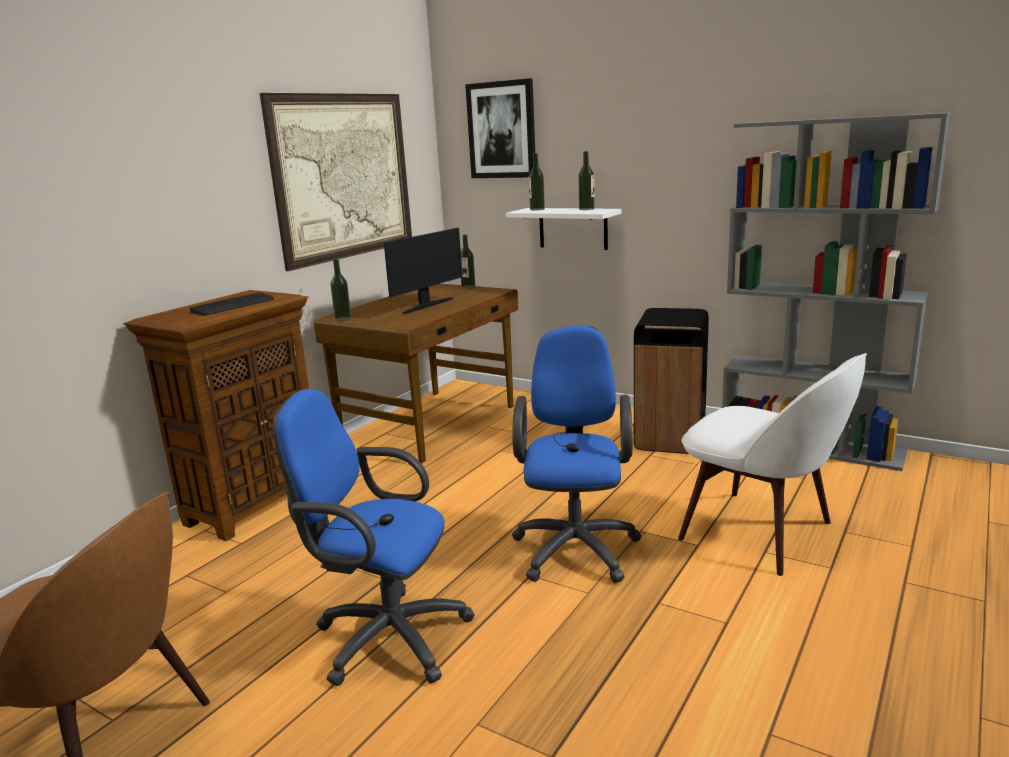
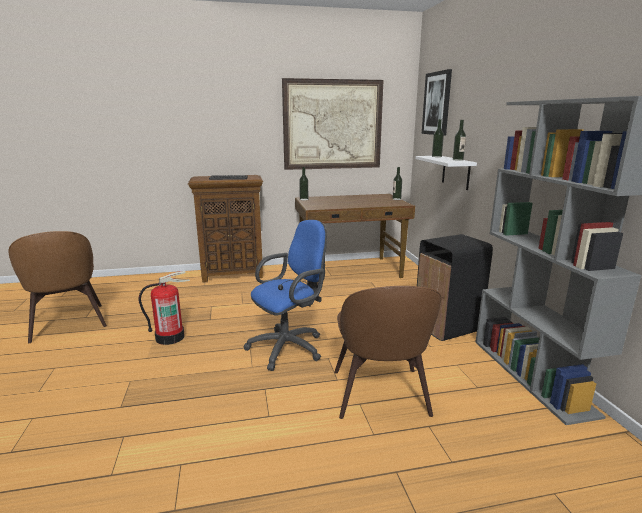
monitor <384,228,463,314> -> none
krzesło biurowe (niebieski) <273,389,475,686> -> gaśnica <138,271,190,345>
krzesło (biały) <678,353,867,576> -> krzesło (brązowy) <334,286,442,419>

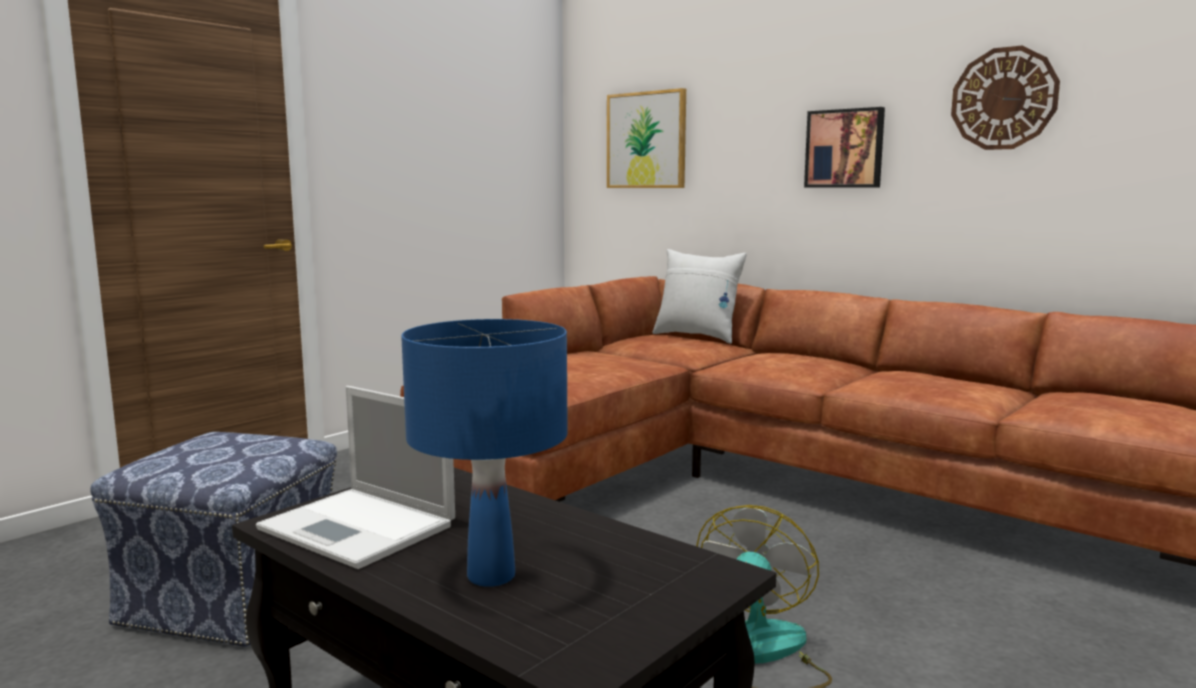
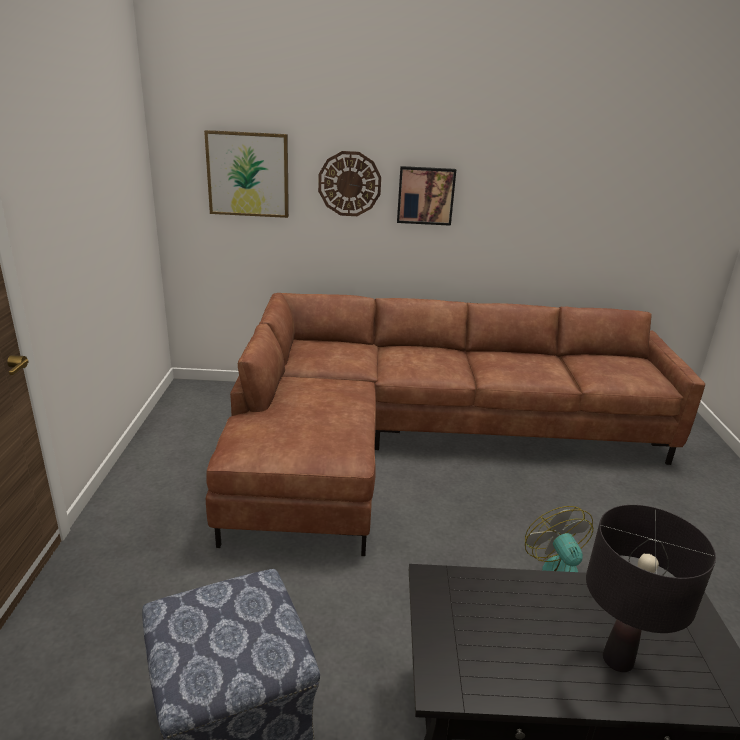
laptop <256,386,455,569> -> none
poduszka (szary) <652,249,747,344> -> none
zegar ścienny <951,46,1060,150> -> zegar ścienny <318,151,381,216>, moved
lampa stołowa (niebieski) <401,319,568,587> -> lampa stołowa (czarny) <586,505,716,672>

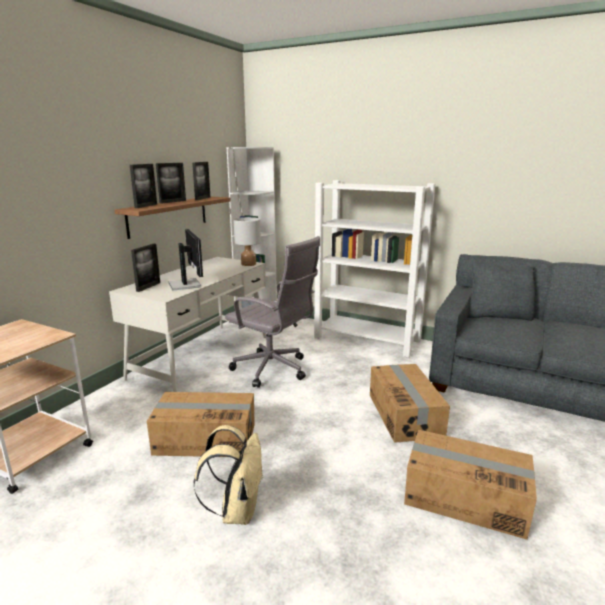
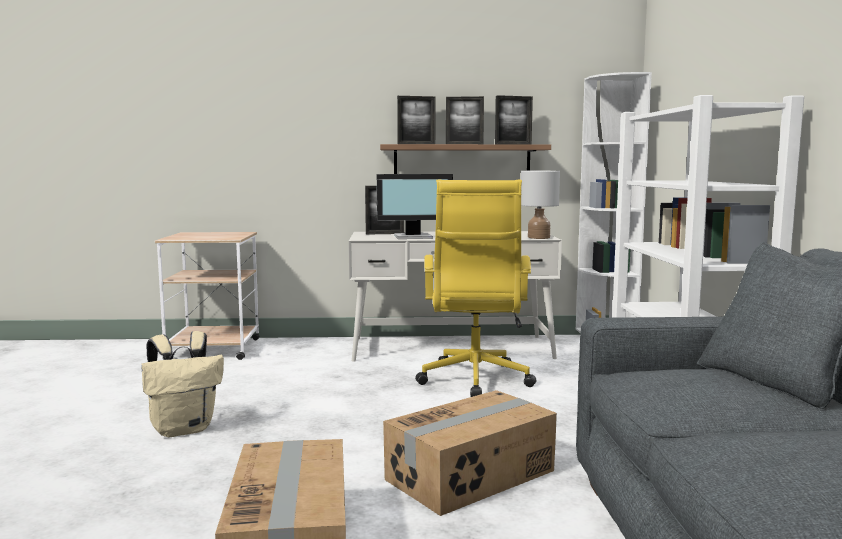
karton <147,392,255,457> -> none
krzesło biurowe (szary) <225,236,320,388> -> krzesło biurowe (żółty) <415,179,537,397>
monitor <168,229,203,291> -> monitor <377,174,453,239>, 45 degrees clockwise

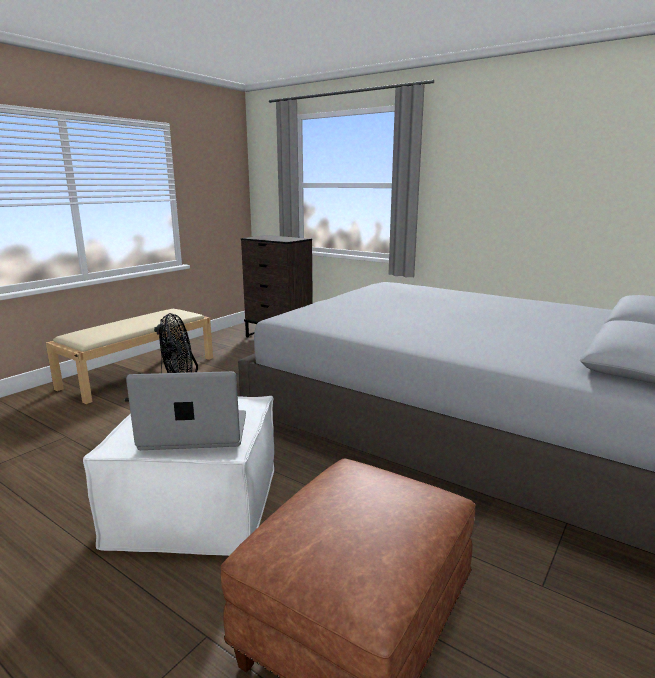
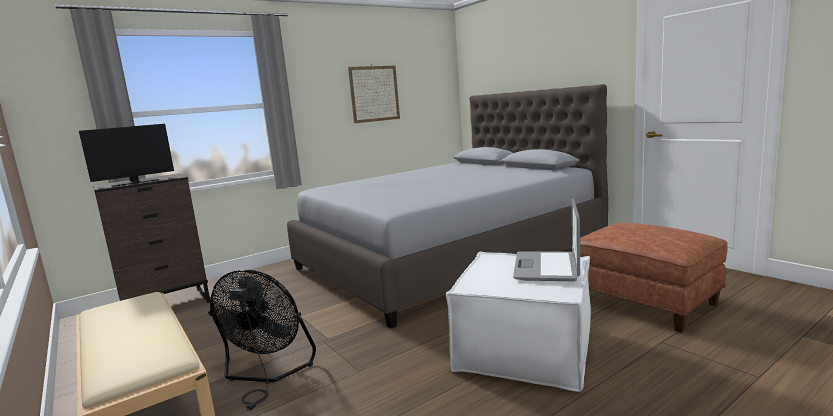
none -> monitor <79,124,174,187>
none -> obraz <348,64,400,123>

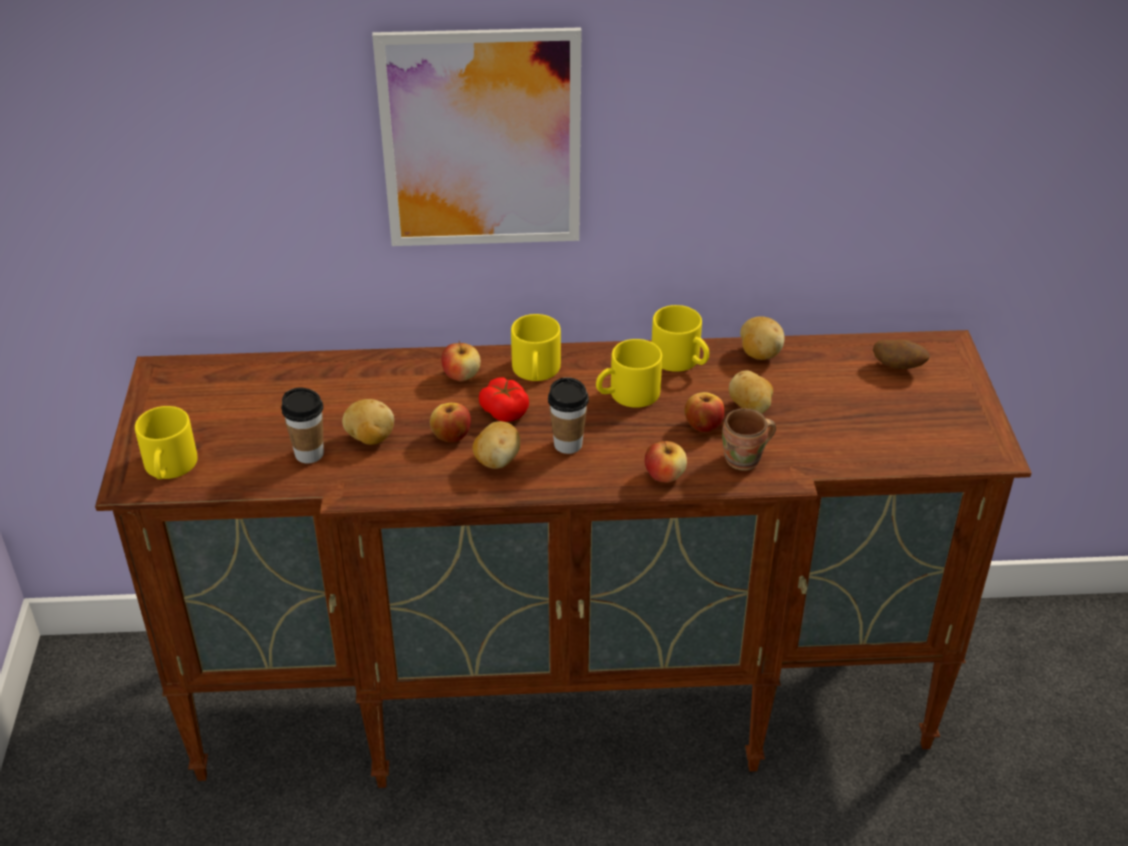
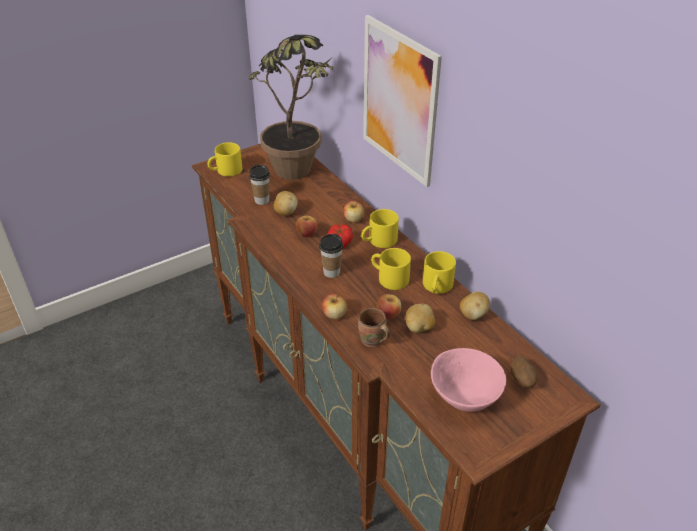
ziemniak <473,421,520,469> -> none
none -> roślina doniczkowa <249,34,334,180>
none -> miska (różowy) <431,348,506,412>

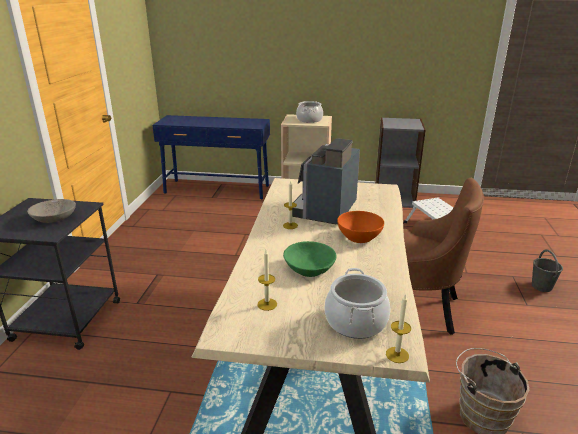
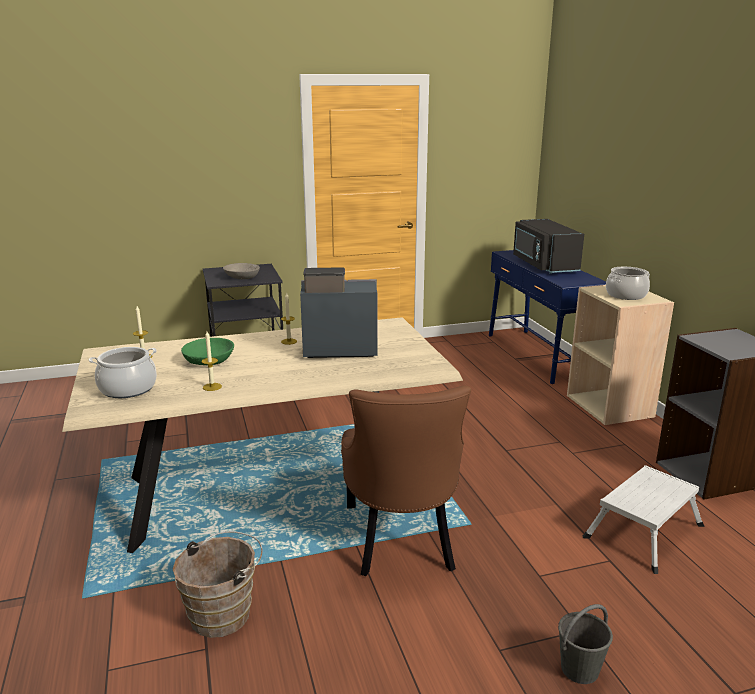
miska (pomarańczowy) <337,211,384,243> -> none
none -> mikrofalówka (czarny) <513,219,584,274>
świeca <386,295,411,363> -> świeca <202,331,222,391>, moved

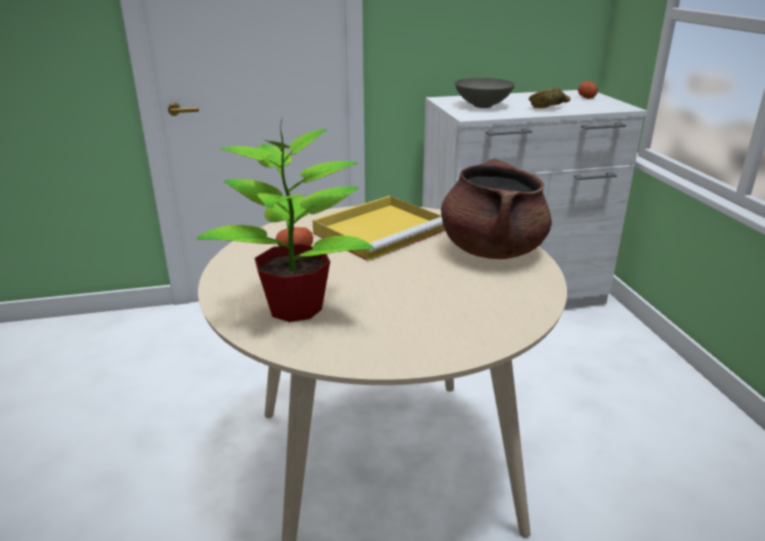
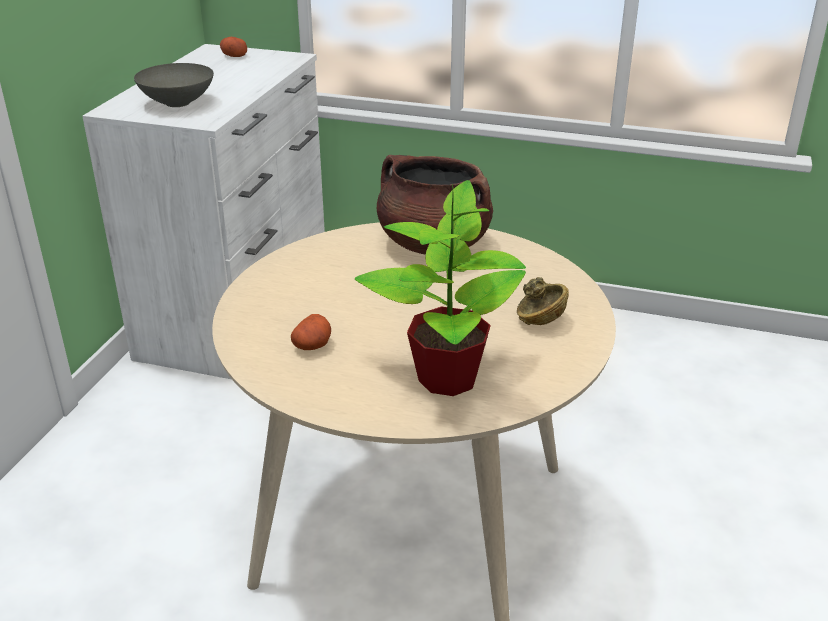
taca (żółty) <313,196,445,261> -> none
miska (brązowy) <529,87,570,108> -> miska (brązowy) <517,277,569,325>, moved

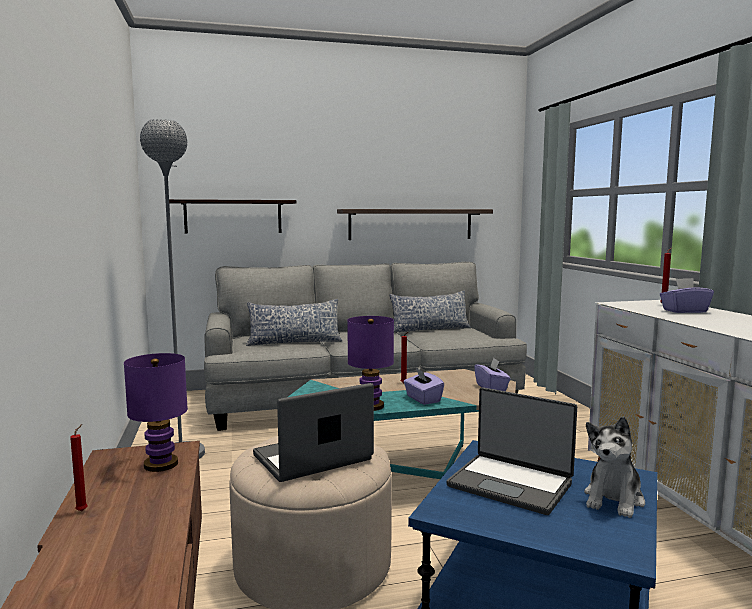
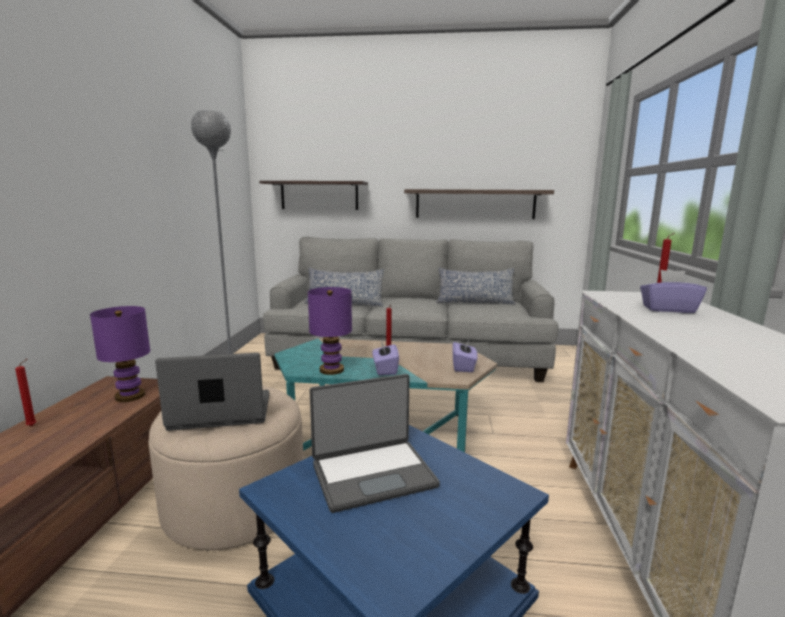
pluszak <584,417,645,518> -> none
laptop <447,387,577,515> -> laptop <310,374,440,513>, 75 degrees counterclockwise

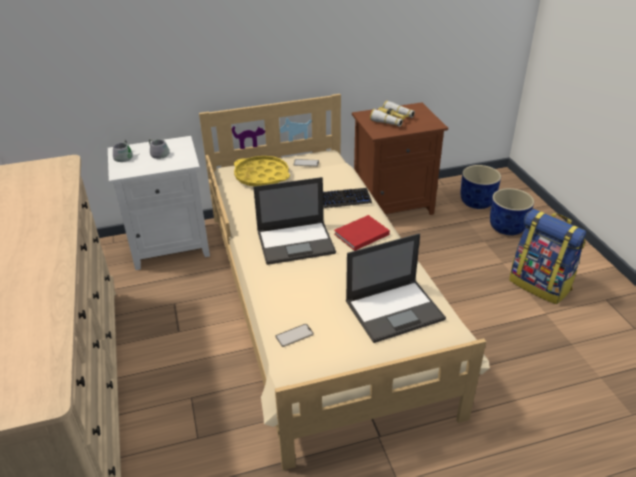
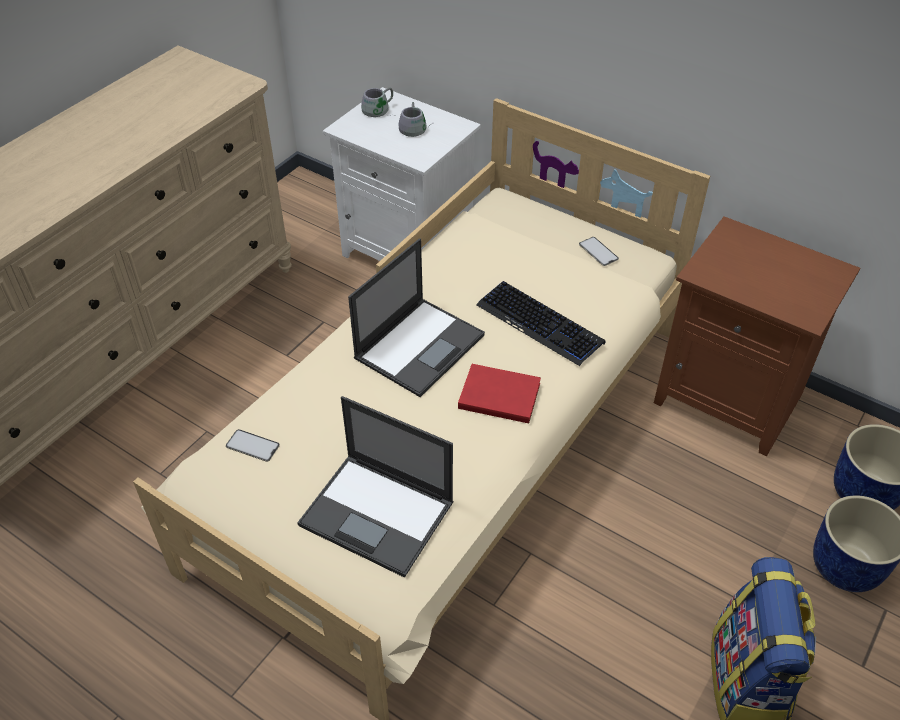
taca (żółty) <234,156,290,186> -> none
lornetka <370,101,415,127> -> none
laptop <253,177,336,265> -> laptop <348,238,485,397>, 90 degrees counterclockwise

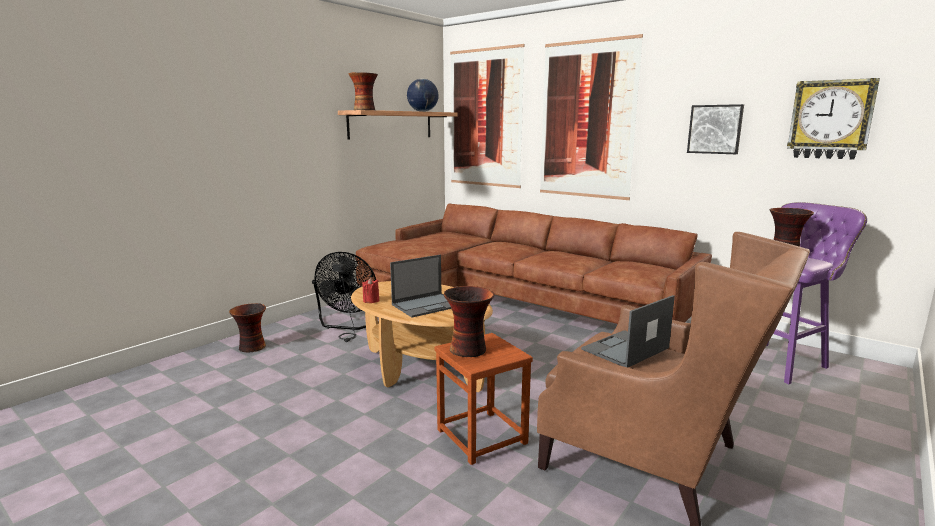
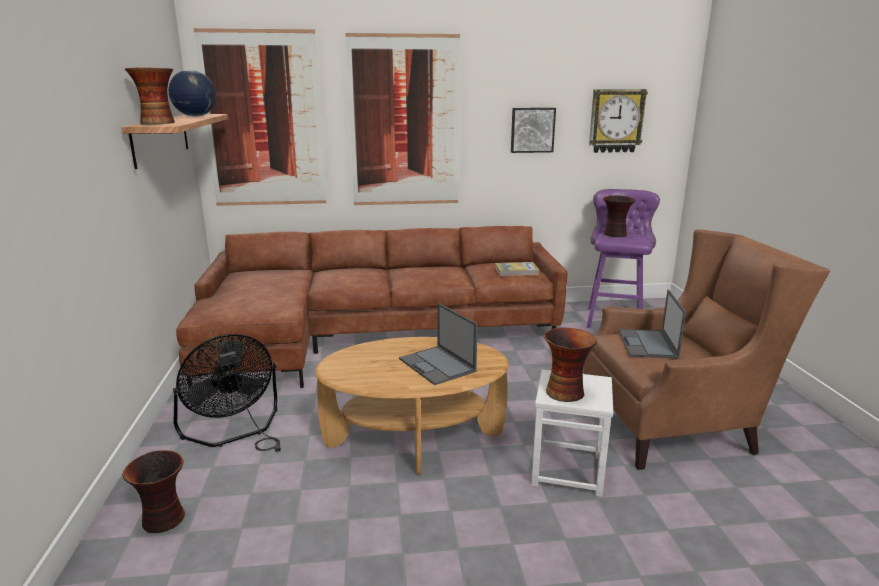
świeca (czerwony) <362,278,379,303> -> none
none -> książka <495,262,539,276>
stołek (brązowy) <435,333,533,465> -> stołek (biały) <531,369,613,497>
laptop <390,255,452,318> -> laptop <399,303,478,385>, 135 degrees clockwise

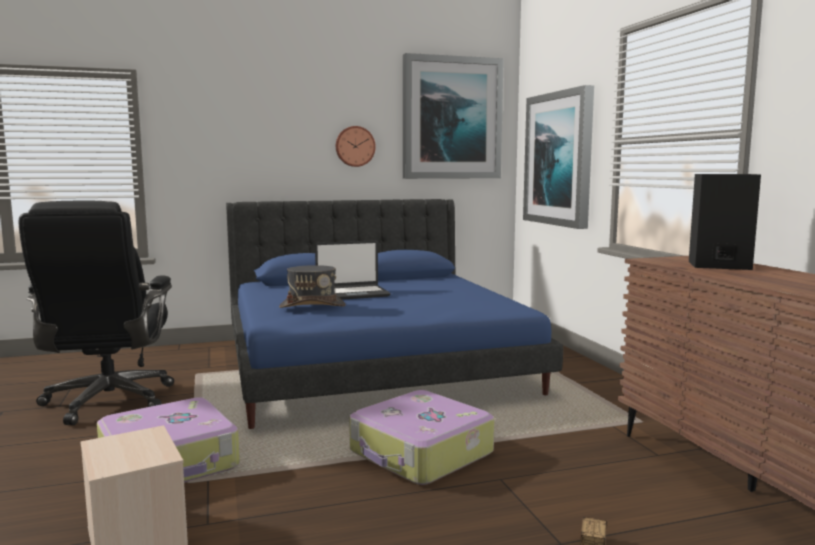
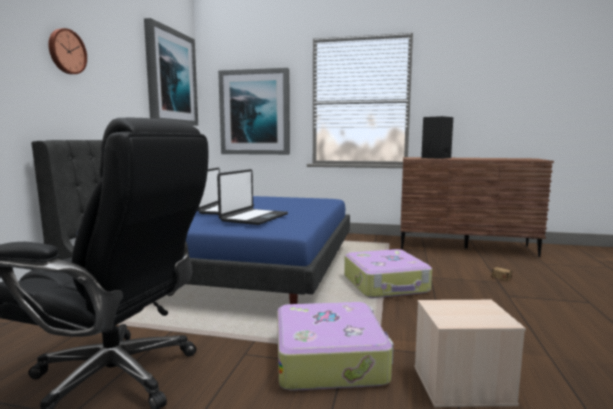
zegar ścienny <336,126,376,167> -> zegar ścienny <48,28,87,74>, moved
kapelusz (szary) <279,265,346,308> -> laptop <217,169,288,225>

